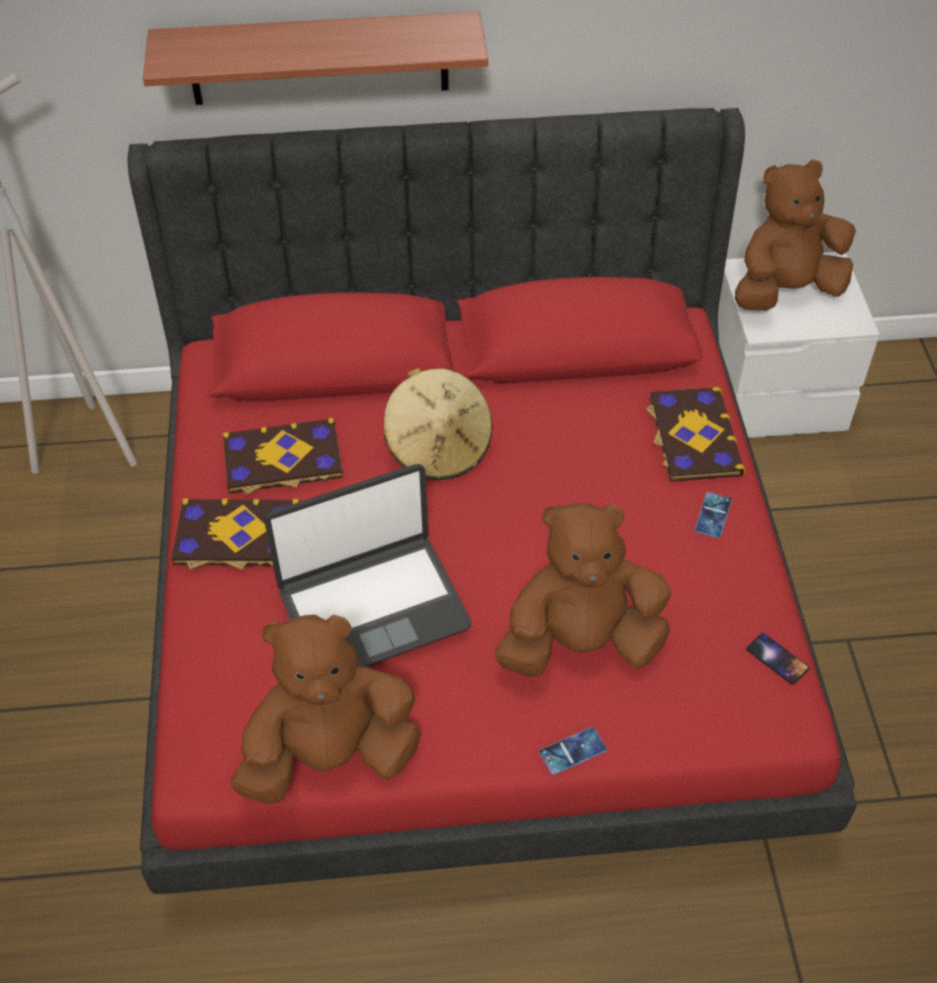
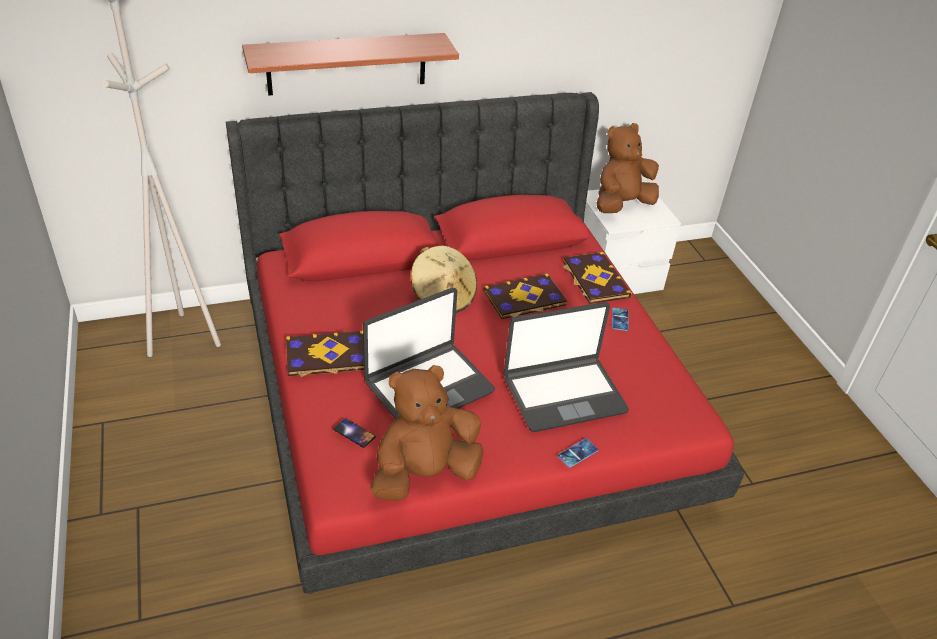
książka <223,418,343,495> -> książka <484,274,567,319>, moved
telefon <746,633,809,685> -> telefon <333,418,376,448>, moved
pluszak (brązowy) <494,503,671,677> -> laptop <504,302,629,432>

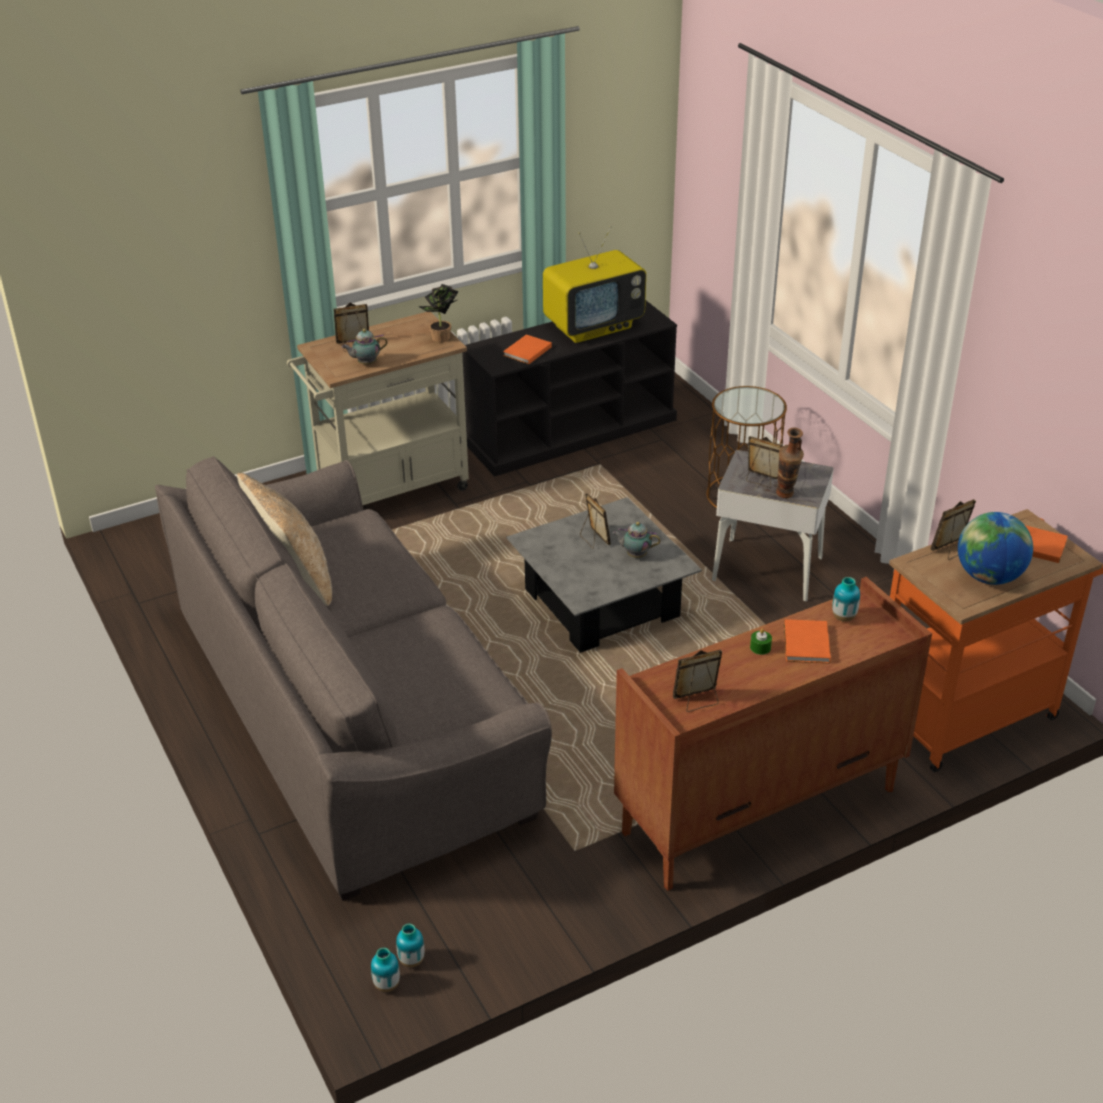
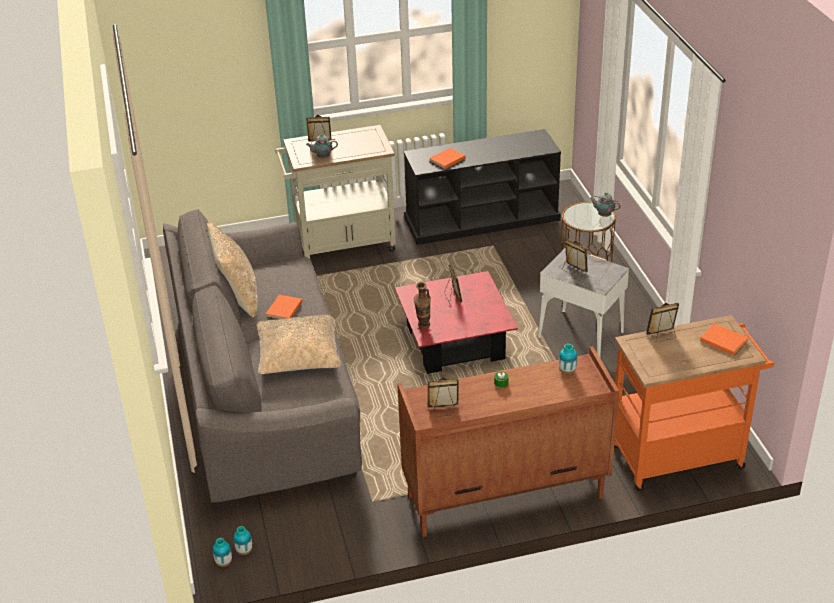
roślina doniczkowa <418,284,459,343> -> none
telewizor <543,226,646,343> -> none
globus <958,512,1033,585> -> none
none -> poduszka (beżowy) <256,314,341,374>
imbryk <612,522,661,558> -> imbryk <590,192,621,217>, moved
wazon <776,428,804,498> -> wazon <414,282,431,329>, moved
książka (pomarańczowy) <784,619,831,663> -> książka (pomarańczowy) <266,295,302,319>, moved
ława (szary) <506,497,702,653> -> ława (czerwony) <395,271,518,374>

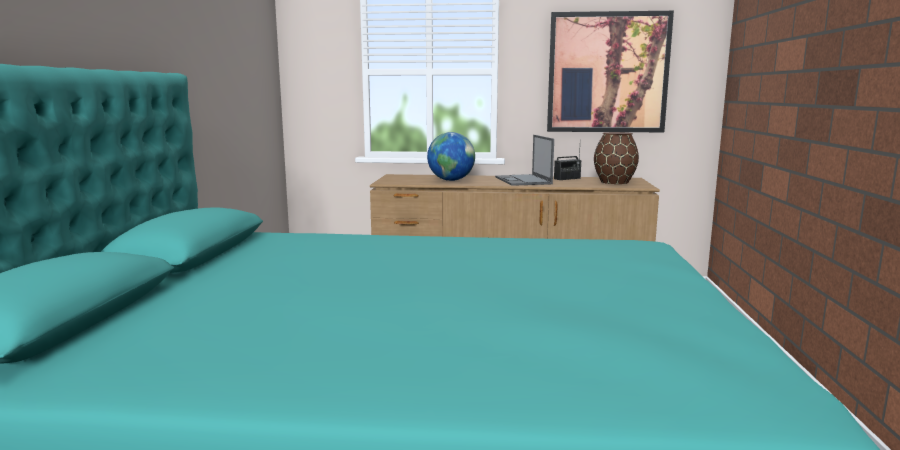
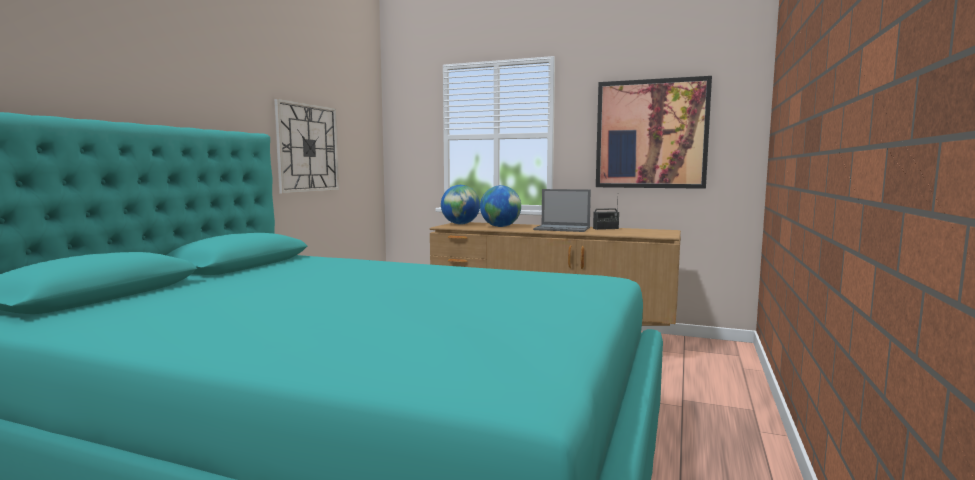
wazon (brązowy) <594,132,639,184> -> none
none -> zegar ścienny <274,98,339,193>
none -> globus <441,185,480,225>
laptop <495,135,554,186> -> laptop <533,189,591,232>, 75 degrees counterclockwise

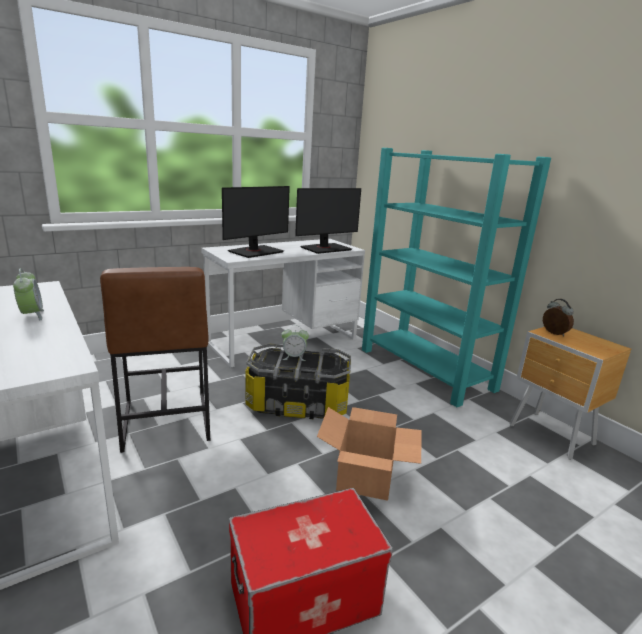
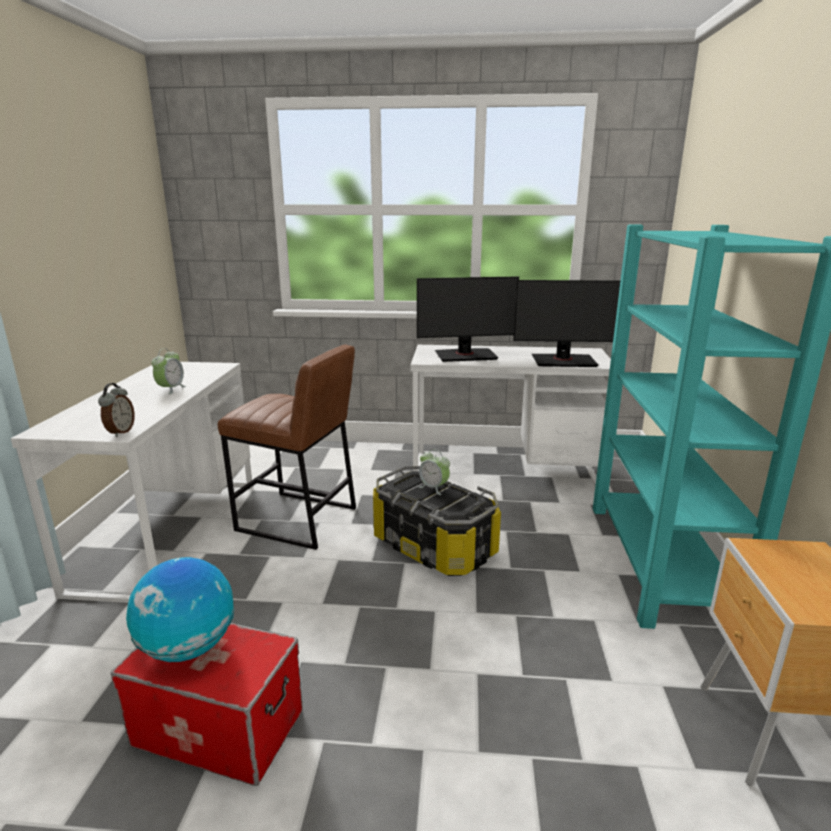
karton <317,407,422,501> -> none
none -> globus <126,557,234,662>
budzik <543,299,574,336> -> budzik <98,383,135,437>, moved
krzesło (brązowy) <100,267,210,453> -> krzesło (brązowy) <218,344,356,550>, 90 degrees counterclockwise

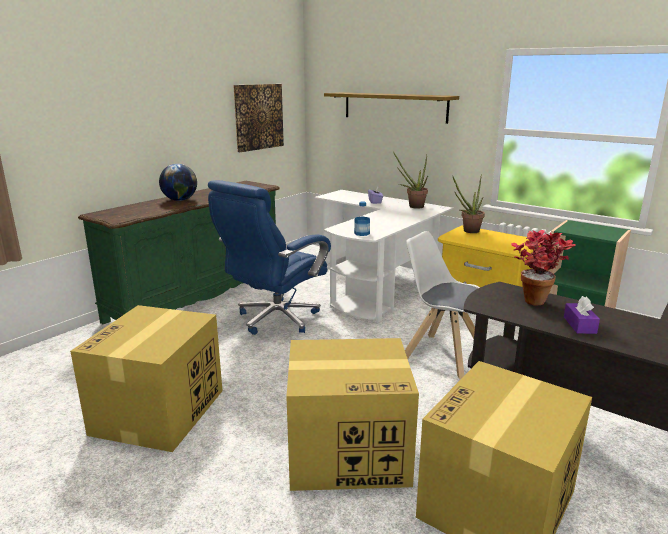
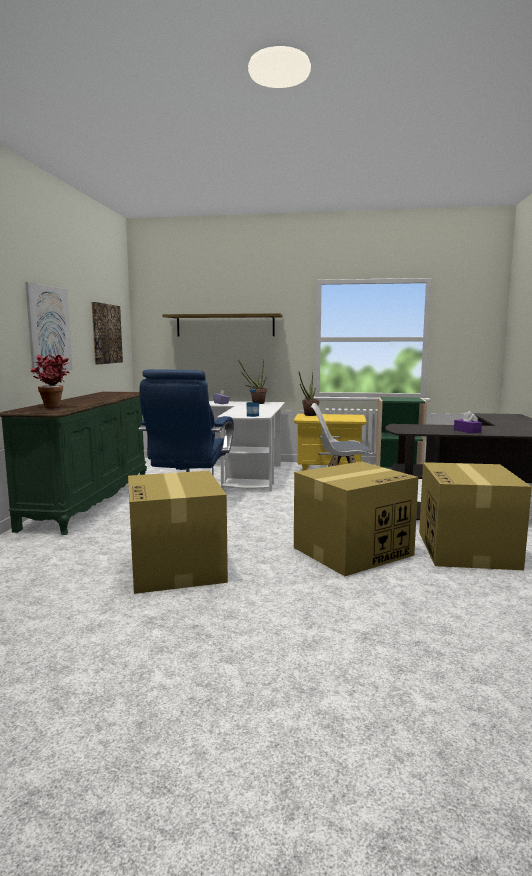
globus <159,164,197,201> -> none
none -> obraz <25,282,72,374>
roślina doniczkowa <511,230,576,305> -> roślina doniczkowa <31,355,69,408>, moved

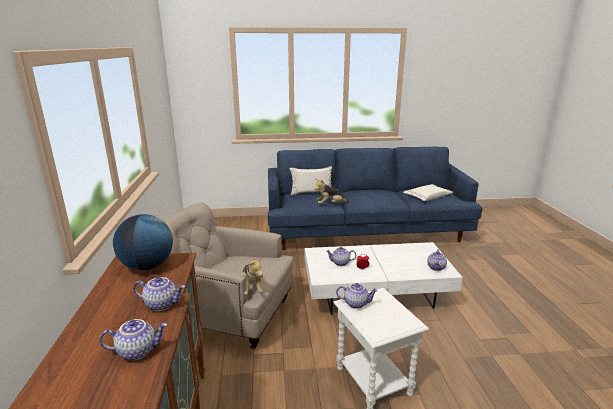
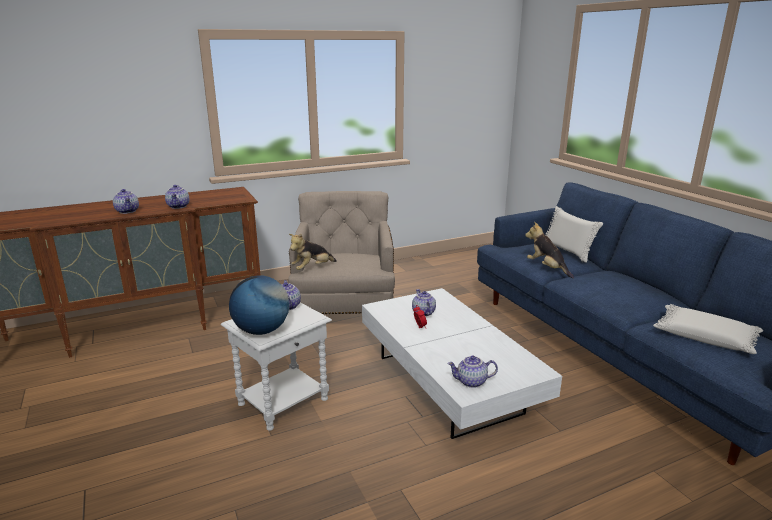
globus <113,214,173,270> -> globus <229,275,289,335>, moved

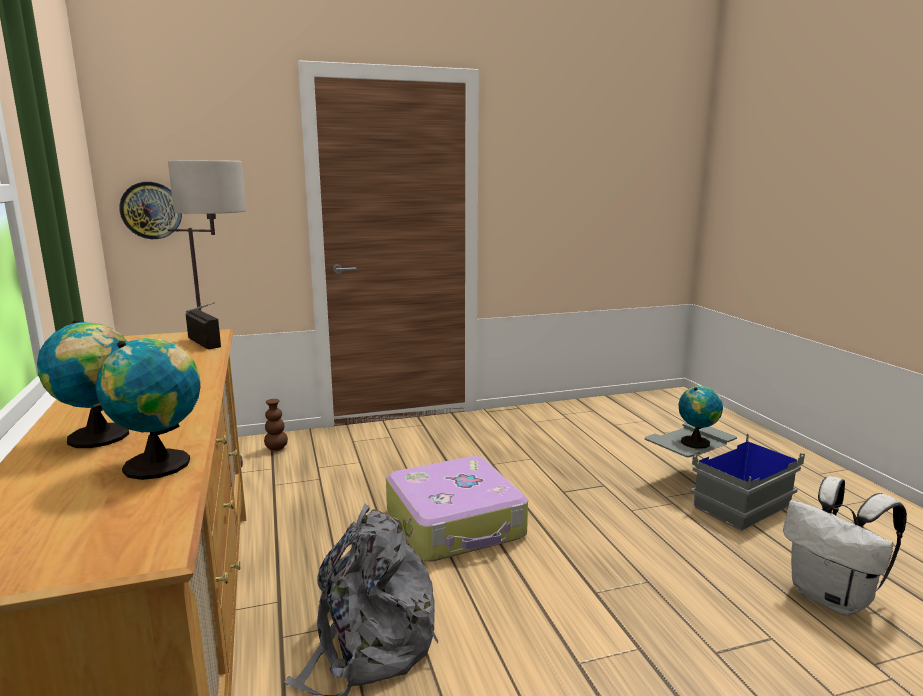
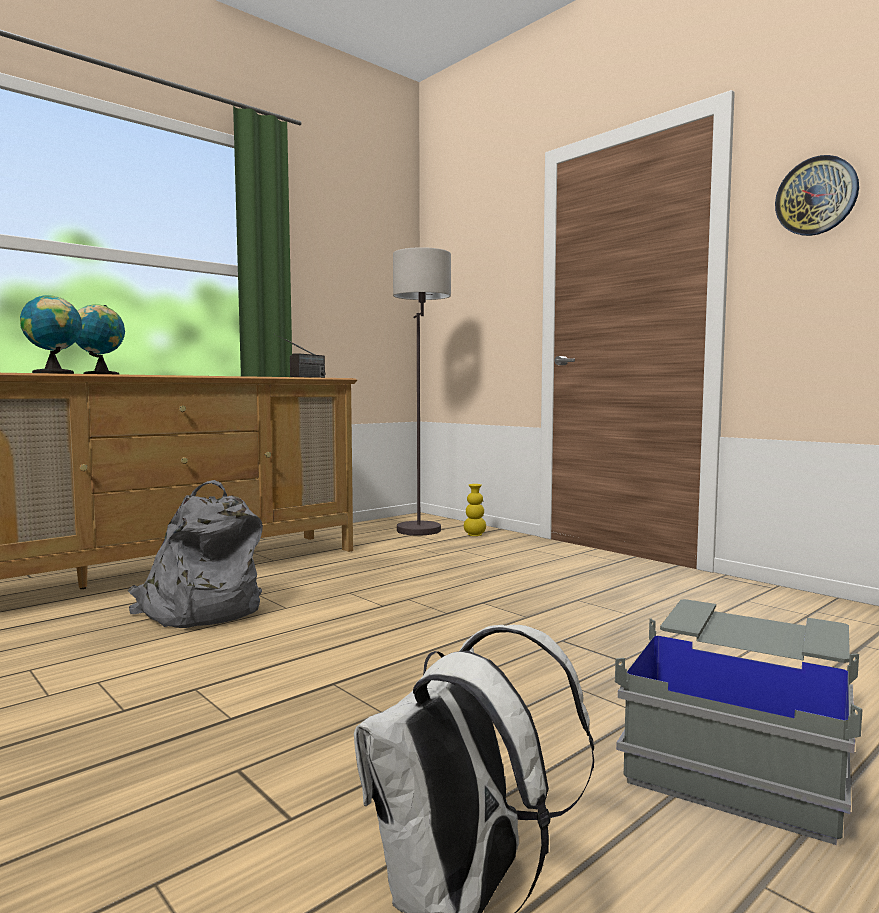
walizka <386,456,528,562> -> none
globus <678,386,723,449> -> none
zegar ścienny <119,182,182,239> -> zegar ścienny <775,155,859,236>, moved
wazon (brązowy) <264,399,288,451> -> wazon (żółty) <464,484,486,536>

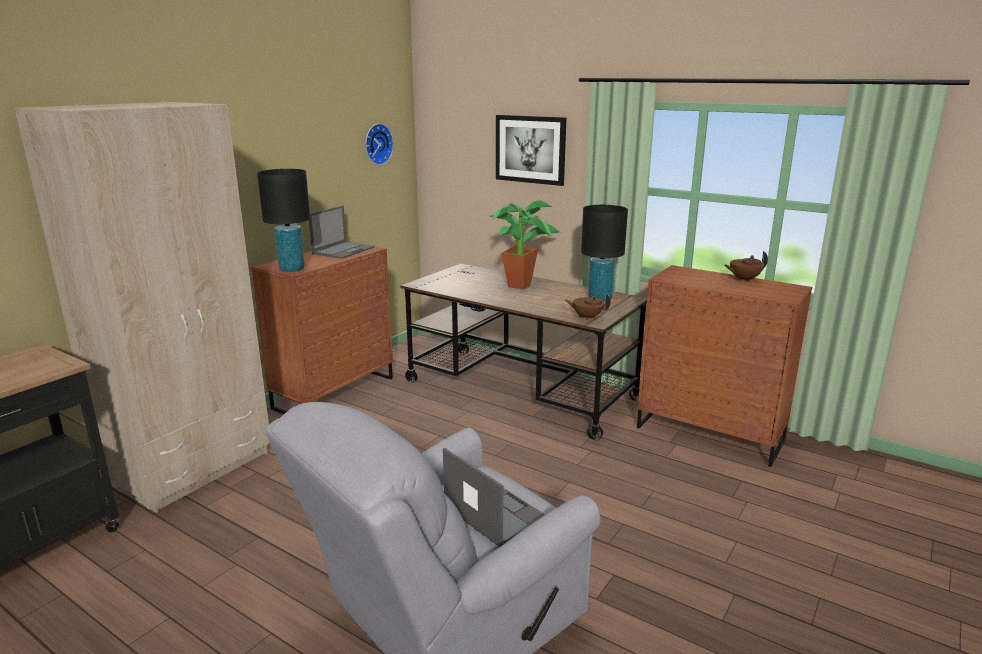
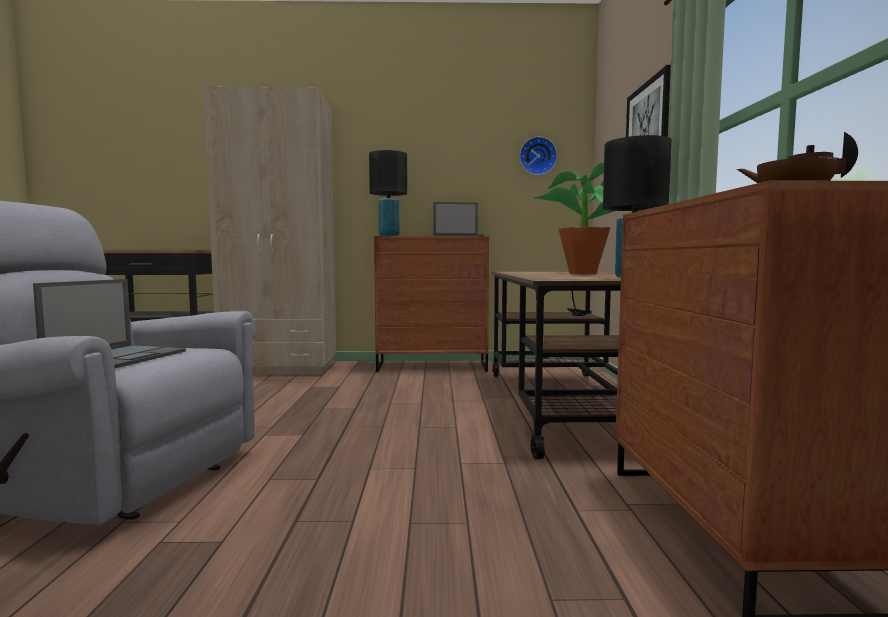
imbryk (brązowy) <565,293,611,320> -> none

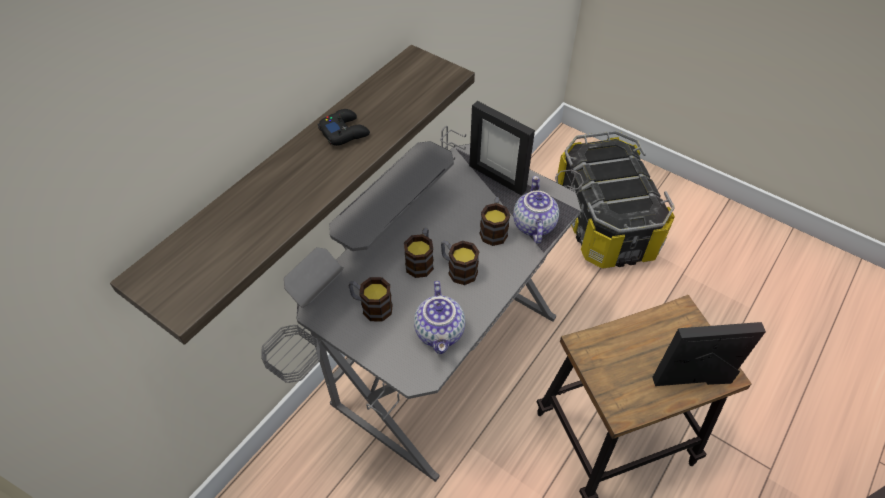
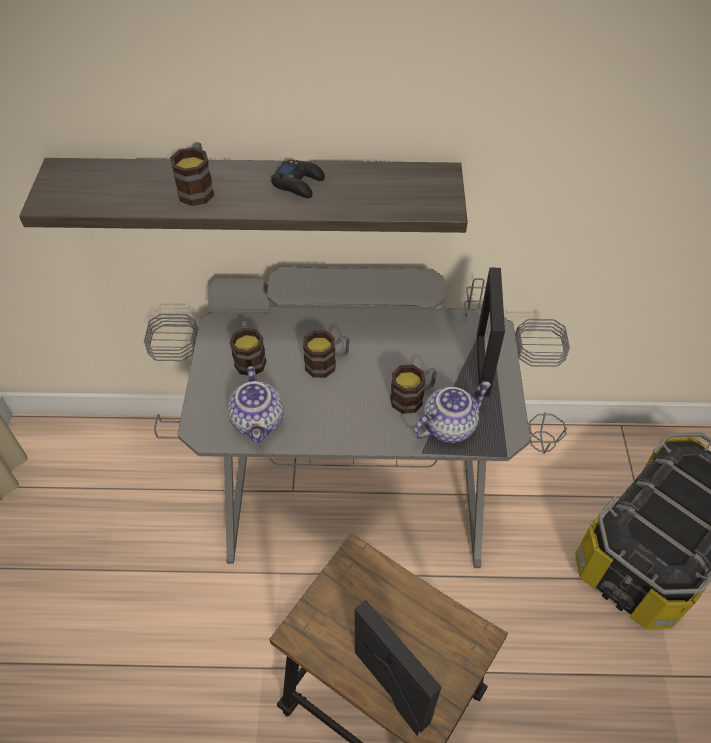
kubek <441,240,479,285> -> kubek <170,142,214,206>, moved
imbryk <414,281,465,354> -> imbryk <227,366,284,443>, 60 degrees counterclockwise

